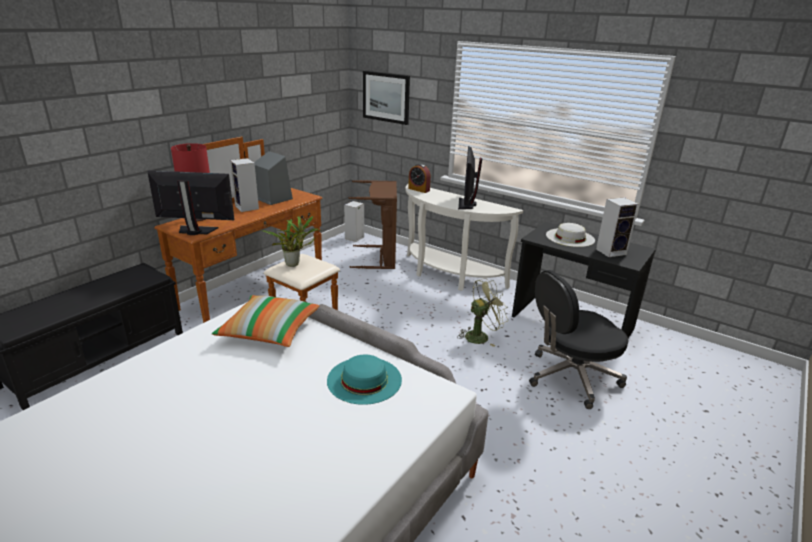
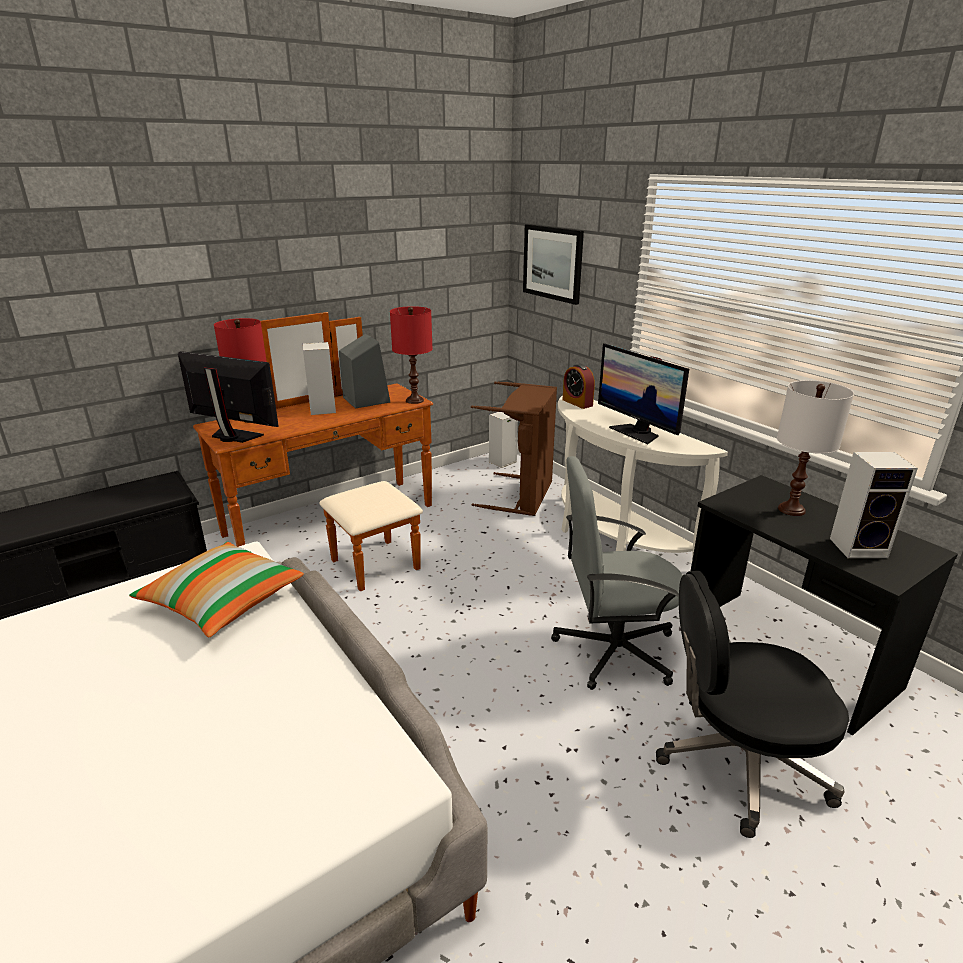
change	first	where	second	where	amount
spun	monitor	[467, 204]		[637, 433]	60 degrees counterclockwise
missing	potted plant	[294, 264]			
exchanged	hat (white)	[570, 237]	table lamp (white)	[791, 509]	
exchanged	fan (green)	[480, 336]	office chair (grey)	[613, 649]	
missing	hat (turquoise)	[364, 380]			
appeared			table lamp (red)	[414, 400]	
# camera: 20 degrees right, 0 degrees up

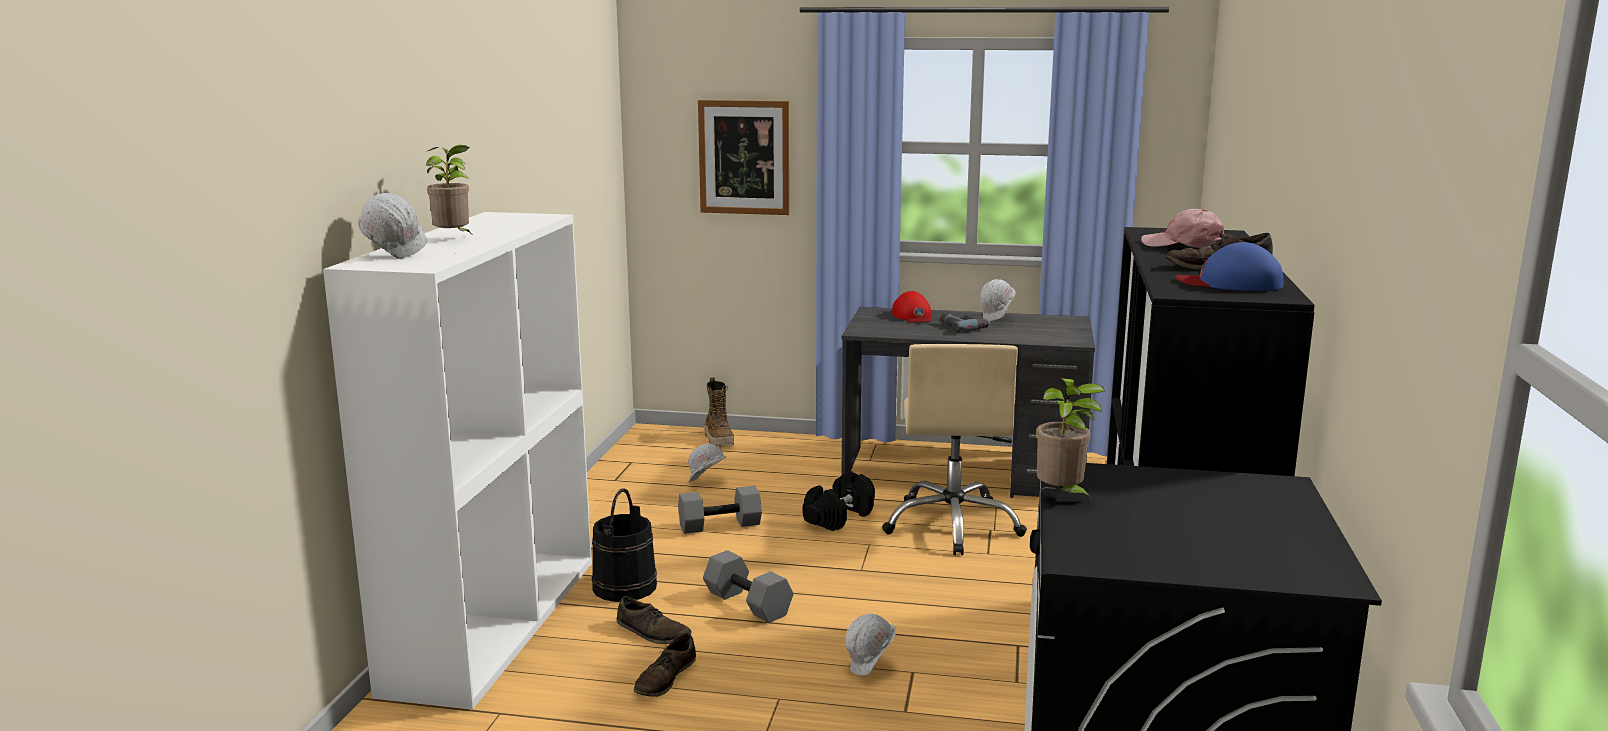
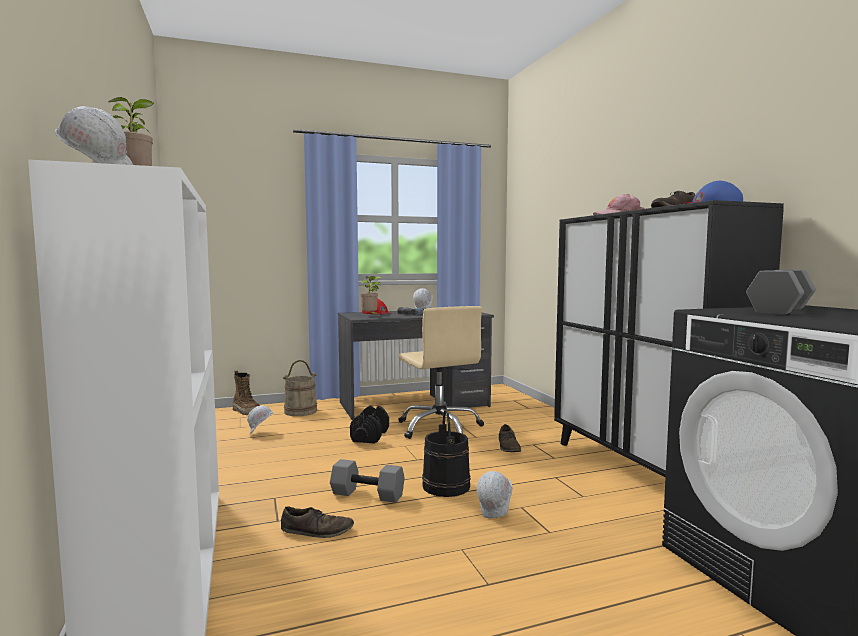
change	first	where	second	where	amount
missing	picture	[744, 157]			
relocated	potted plant	[1062, 497]		[370, 316]	
relocated	dumbbell (grey)	[720, 525]		[779, 310]	
relocated	bucket (black)	[624, 586]		[445, 486]	
relocated	shoe (brown)	[665, 678]		[508, 446]	
appeared			bucket (beige)	[300, 411]	
# camera: 30 degrees left, 10 degrees down

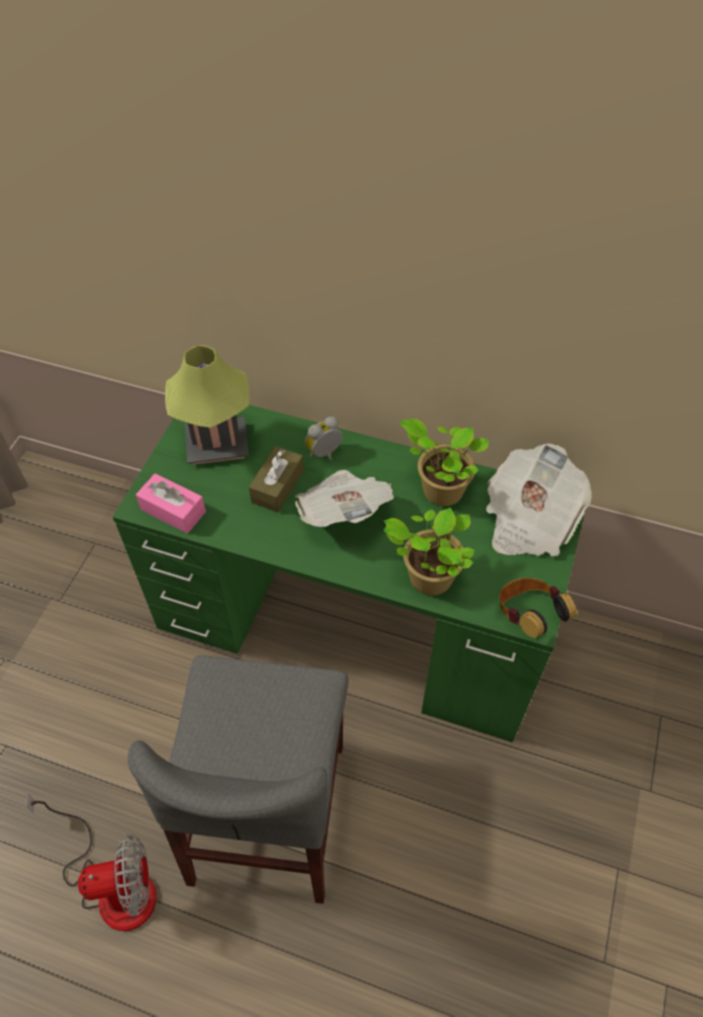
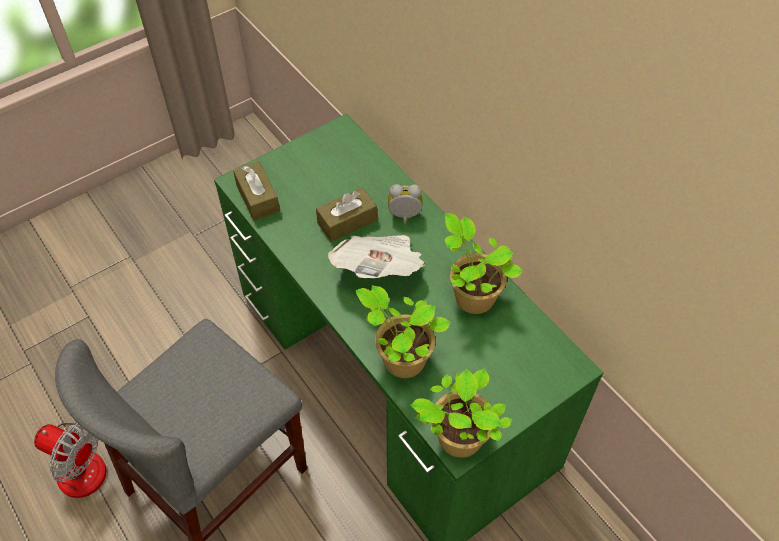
change	first	where	second	where	amount
missing	table lamp	[217, 444]			
missing	newspaper	[528, 519]			
colour	tissue box (pink)	[173, 510]	tissue box (brown)	[257, 198]	
exchanged	headphones	[528, 616]	potted plant	[457, 440]	
# camera: 35 degrees right, 0 degrees up

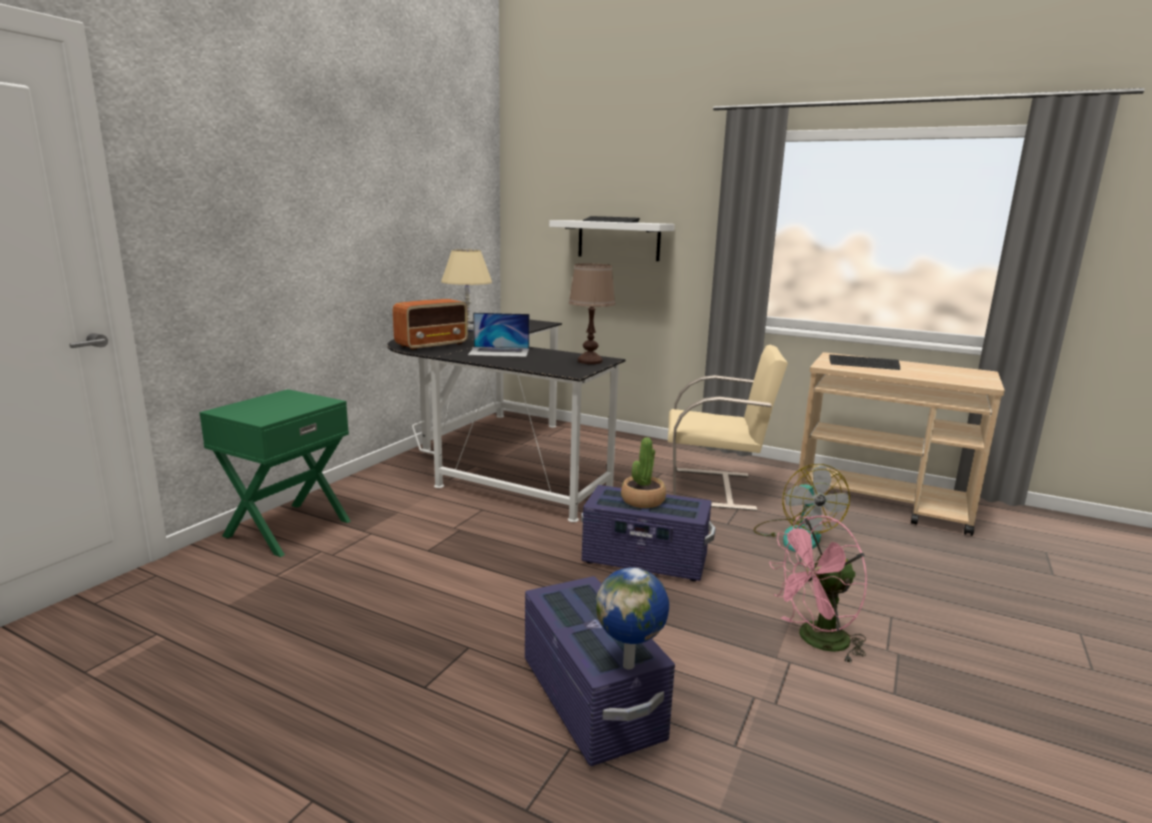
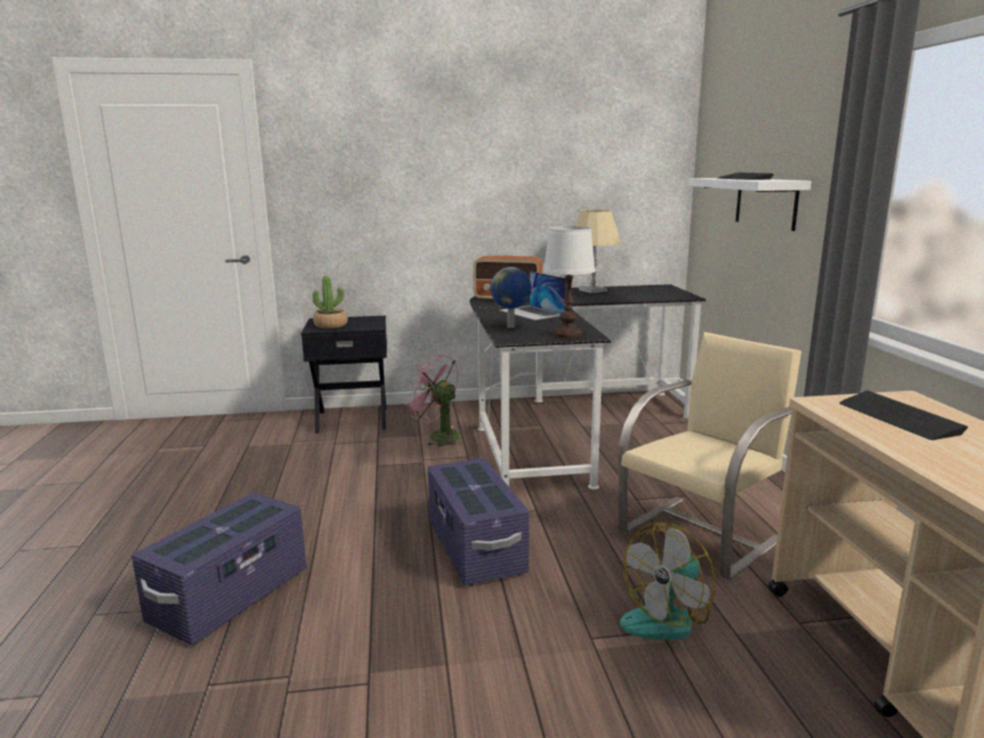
change	first	where	second	where	amount
colour	table lamp (brown)	[589, 361]	table lamp (white)	[567, 334]	
spun	chair (beige)	[715, 489]		[702, 534]	105 degrees counterclockwise
colour	nightstand (green)	[287, 528]	nightstand (black)	[352, 419]	
relocated	potted plant	[642, 500]		[331, 325]	
relocated	fan (pink)	[815, 641]		[438, 436]	
relocated	globe	[630, 665]		[511, 327]	
# camera: 55 degrees right, 0 degrees up

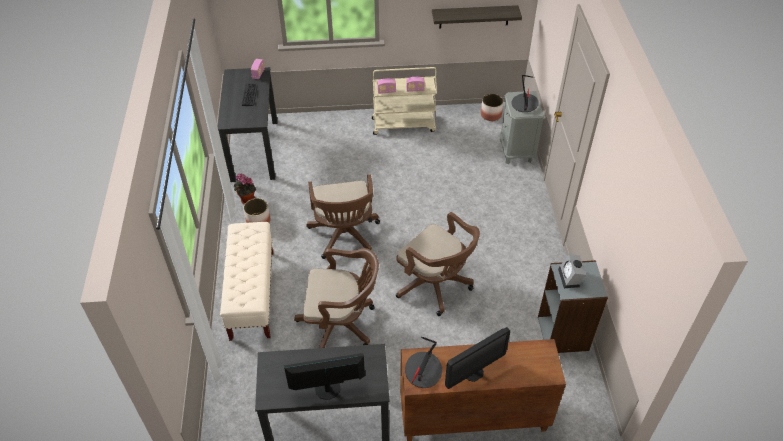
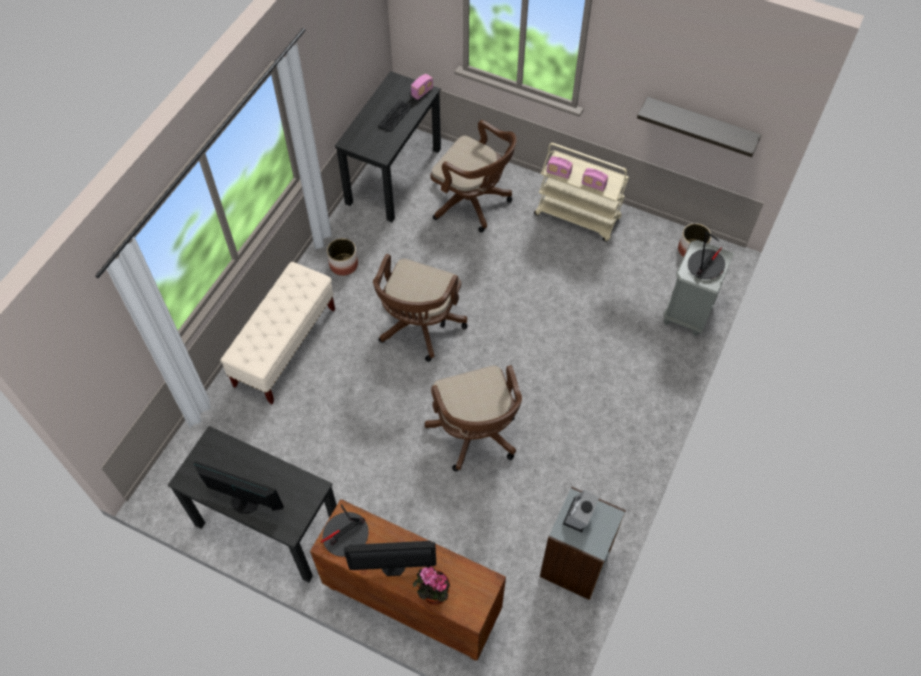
change	first	where	second	where	amount
relocated	potted plant	[247, 201]		[432, 593]	
relocated	office chair (brown)	[341, 325]		[473, 203]	
# camera: 30 degrees right, 10 degrees up

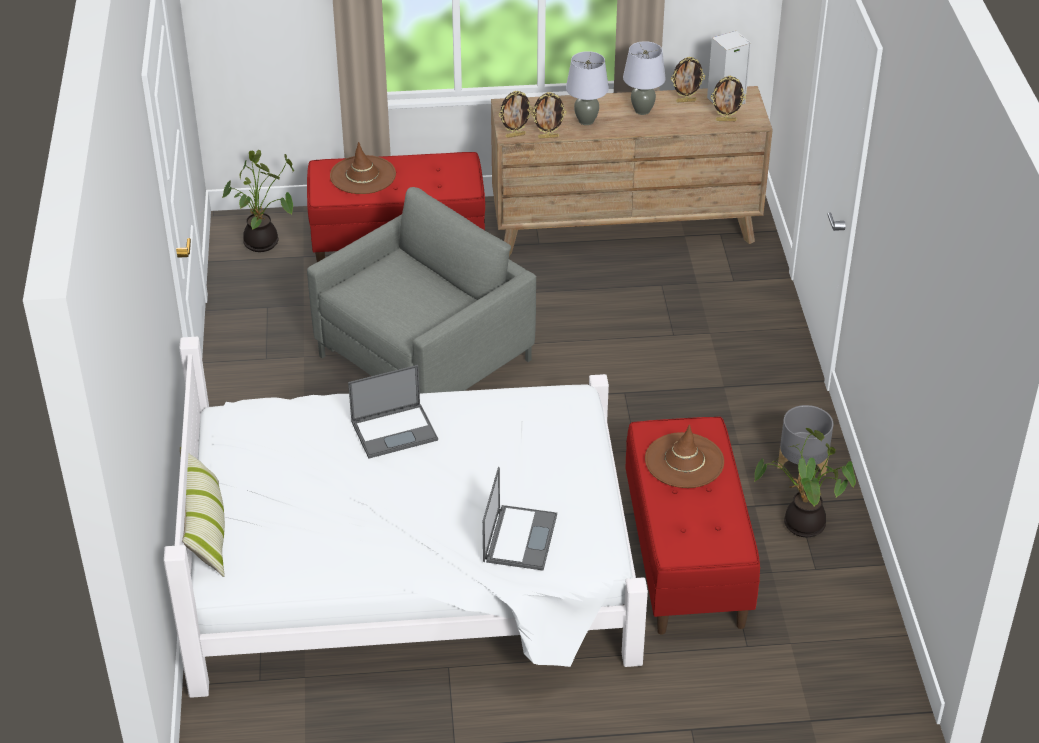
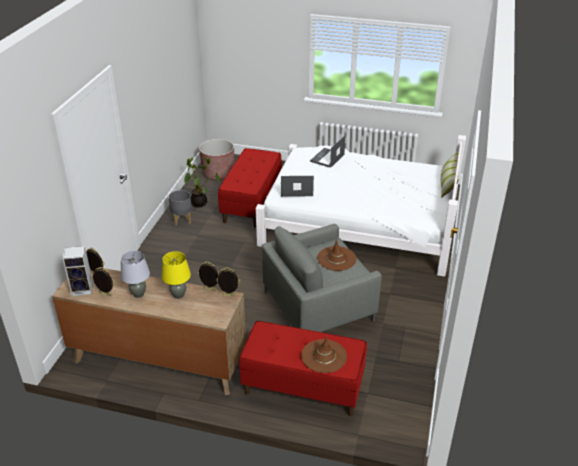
change	first	where	second	where	amount
colour	table lamp (grey)	[586, 121]	table lamp (yellow)	[178, 295]	
missing	potted plant	[264, 244]			
relocated	laptop	[395, 430]		[296, 189]	
relocated	hat (brown)	[684, 461]		[336, 259]	
appeared			planter (brown)	[218, 174]	
# camera: 160 degrees left, 5 degrees down

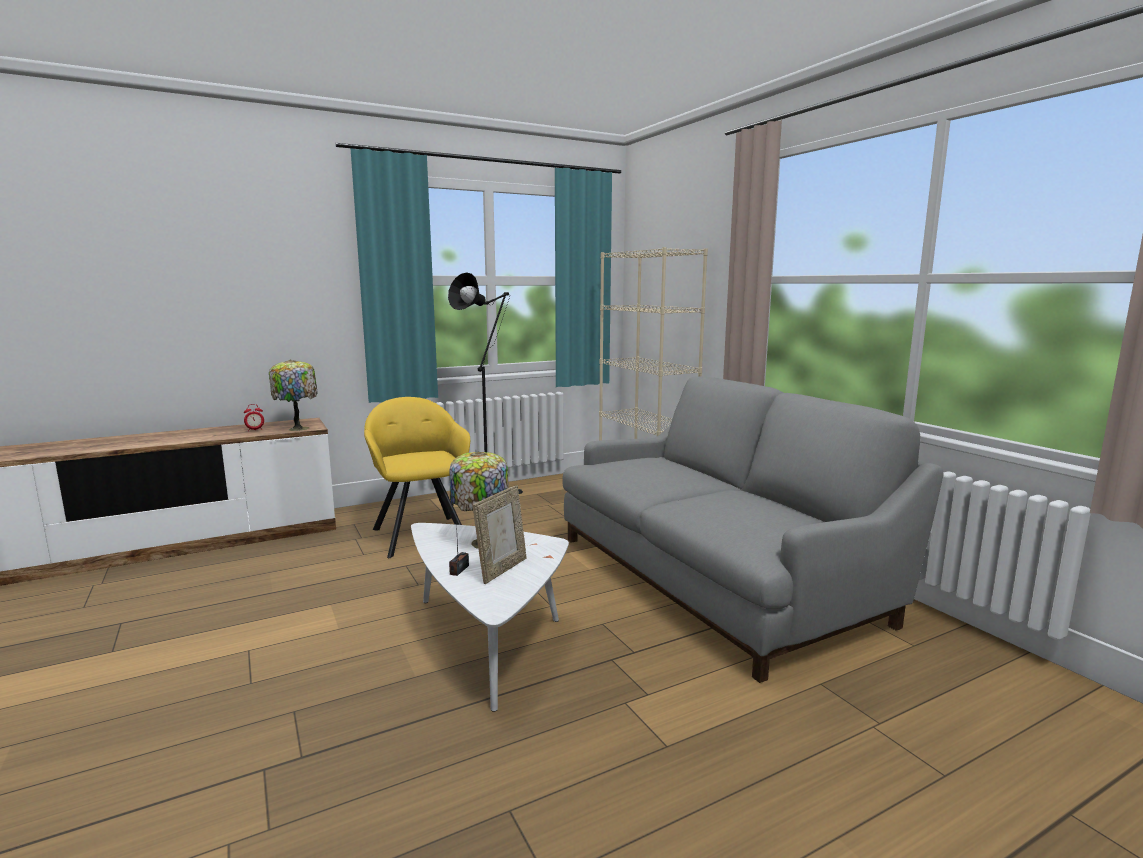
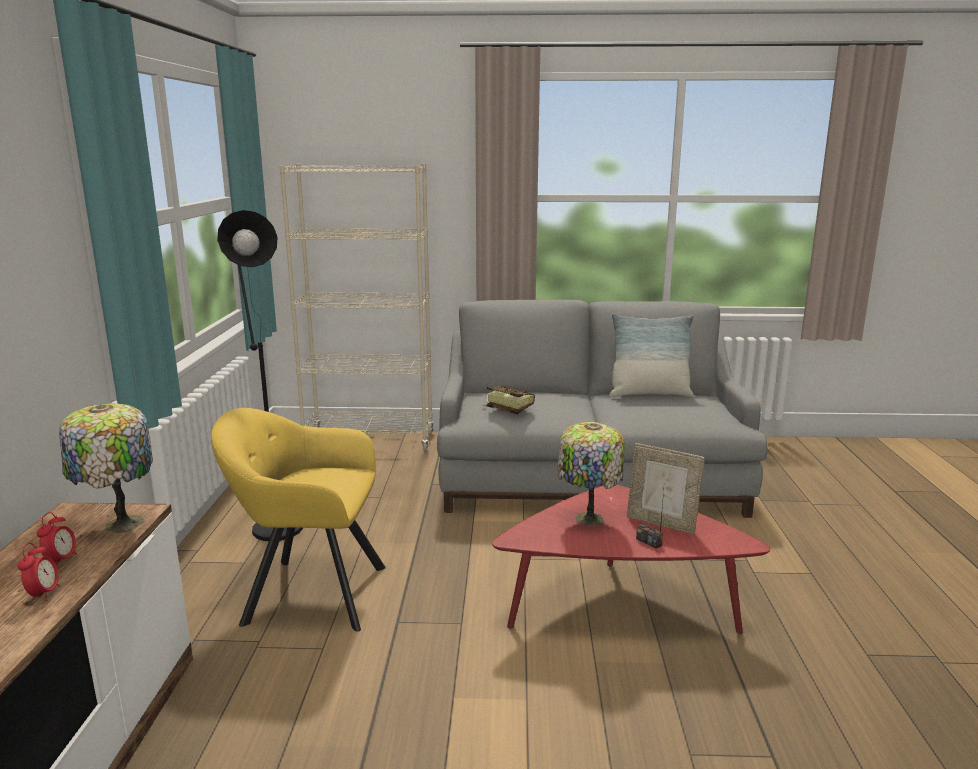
change	first	where	second	where	amount
spun	picture frame	[502, 569]		[661, 523]	150 degrees clockwise
colour	coffee table (white)	[489, 638]	coffee table (red)	[619, 606]	
appeared			pillow	[649, 394]	
appeared			book	[506, 409]	
appeared			alarm clock	[43, 594]	
# camera: 60 degrees left, 5 degrees up

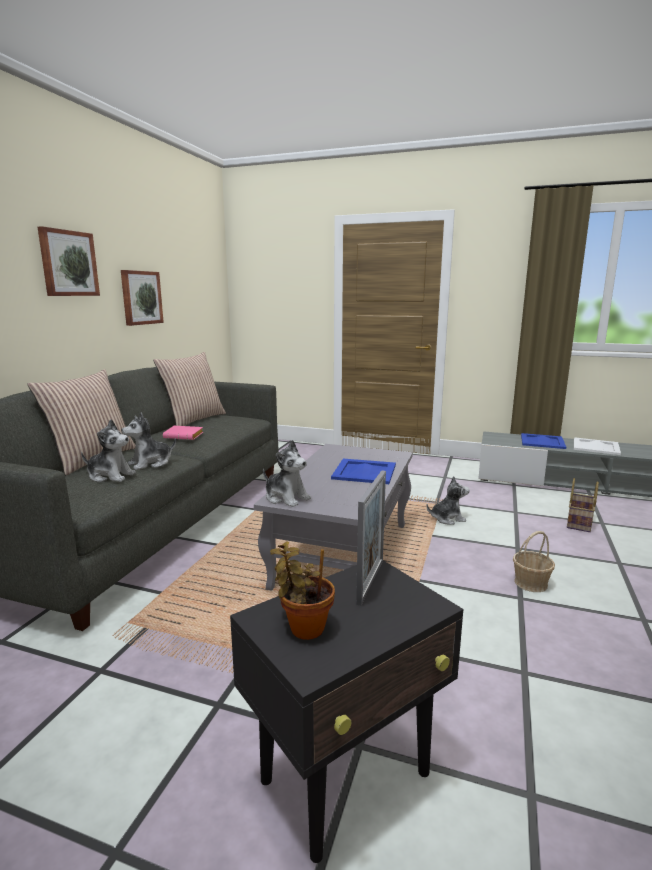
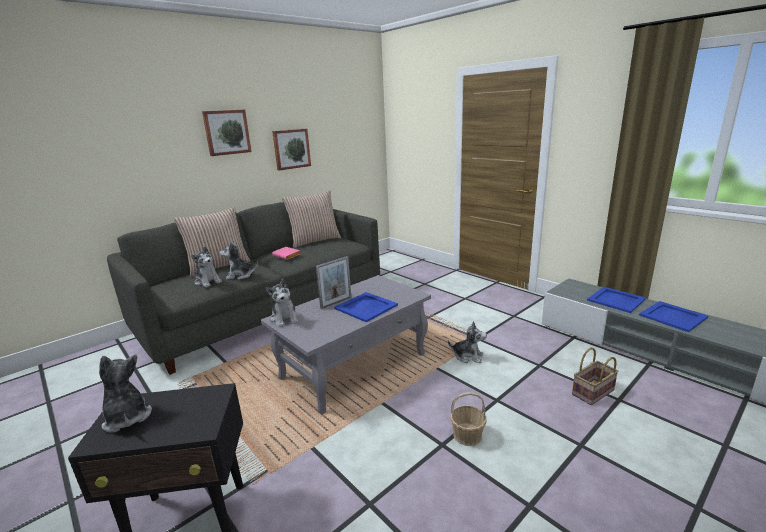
change	first	where	second	where	amount
colour	tray (white)	[595, 446]	tray (blue)	[672, 316]	
relocated	picture frame	[370, 581]		[336, 302]	
exchanged	potted plant	[303, 627]	plush toy	[127, 417]	
# camera: 30 degrees right, 5 degrees up

